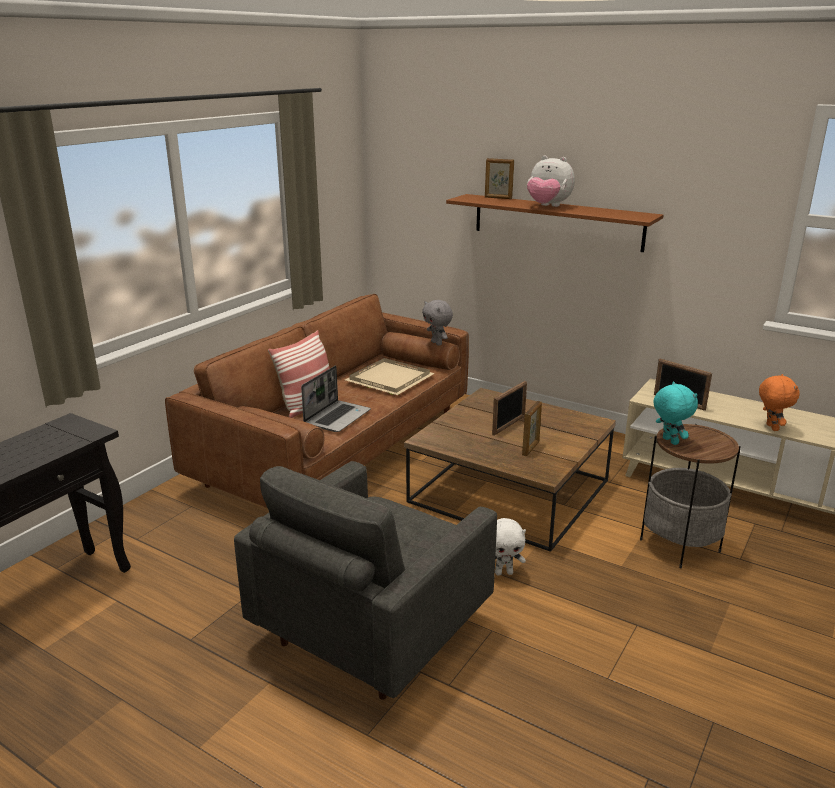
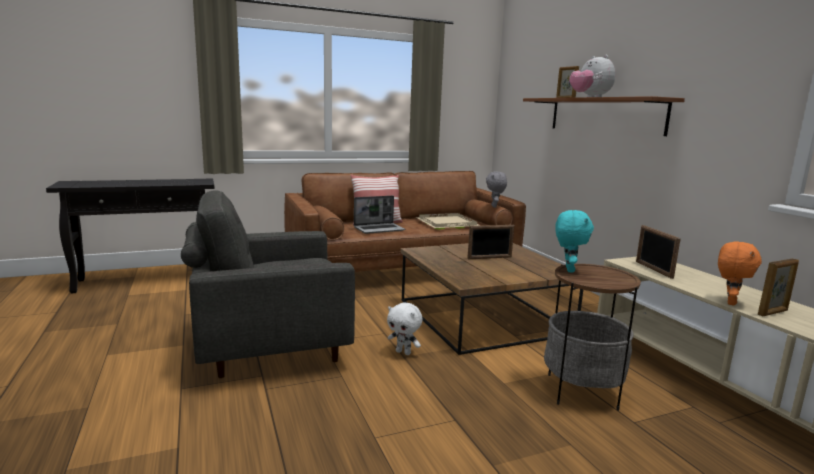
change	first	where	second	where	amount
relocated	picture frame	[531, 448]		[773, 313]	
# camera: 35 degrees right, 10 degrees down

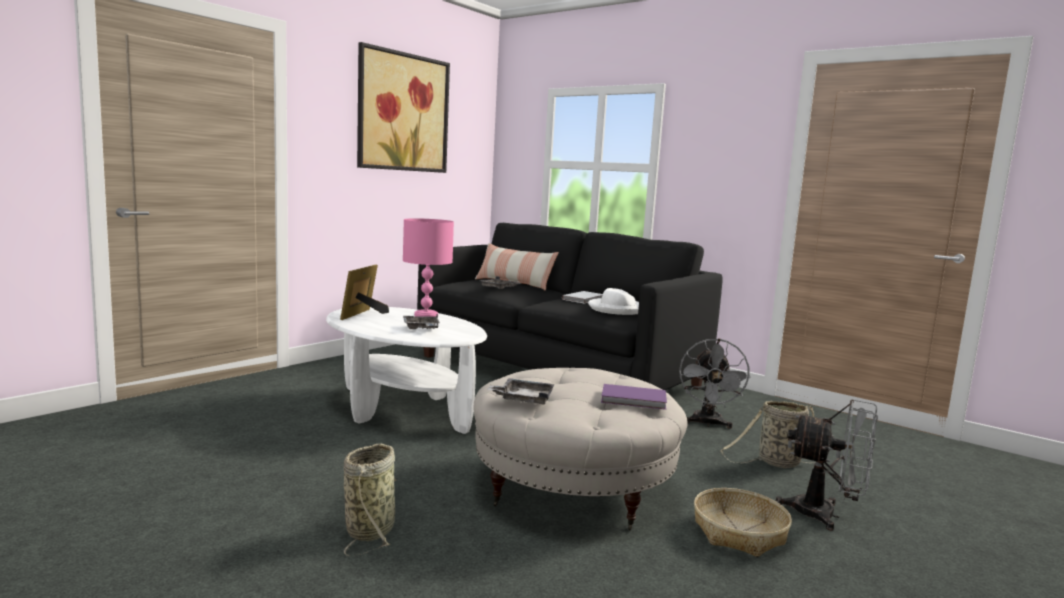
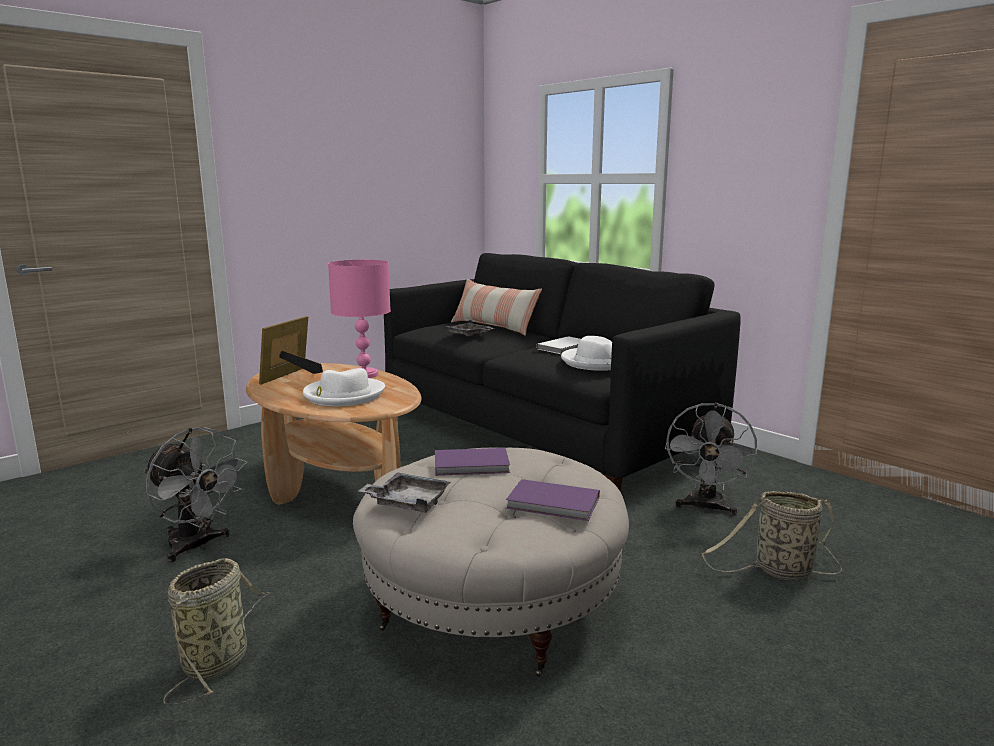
change	first	where	second	where	amount
missing	picture	[403, 112]			
colour	coffee table (white)	[402, 409]	coffee table (brown)	[337, 485]	
exchanged	tray (grey)	[421, 328]	hat (white)	[343, 395]	
relocated	fan (grey)	[825, 515]		[197, 546]	
missing	basket	[738, 533]			
appeared			book (purple)	[472, 465]	
# camera: 10 degrees right, 5 degrees up

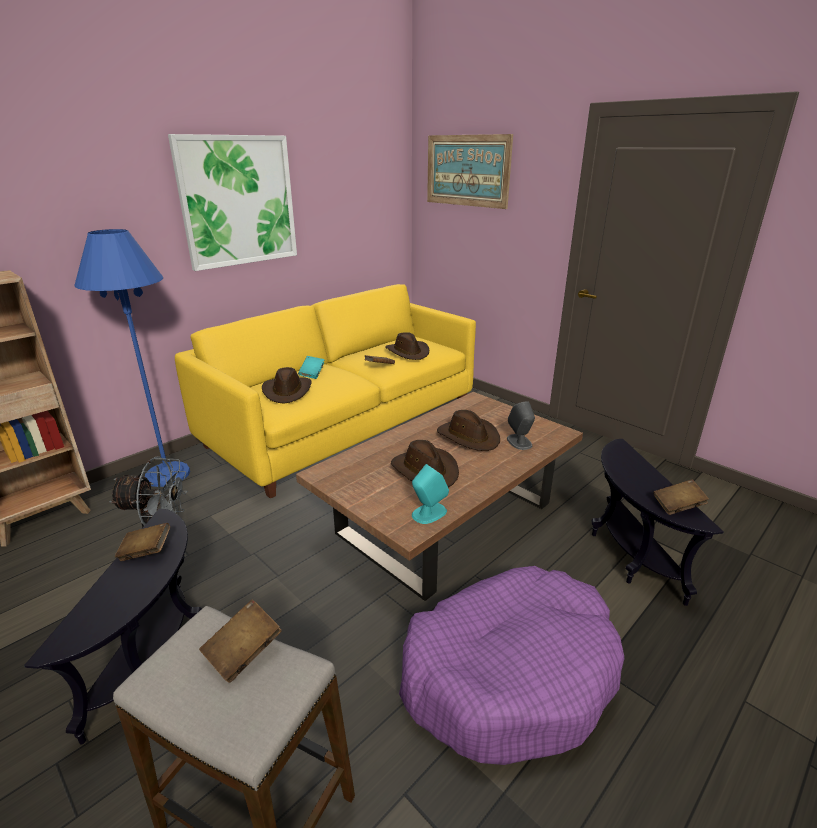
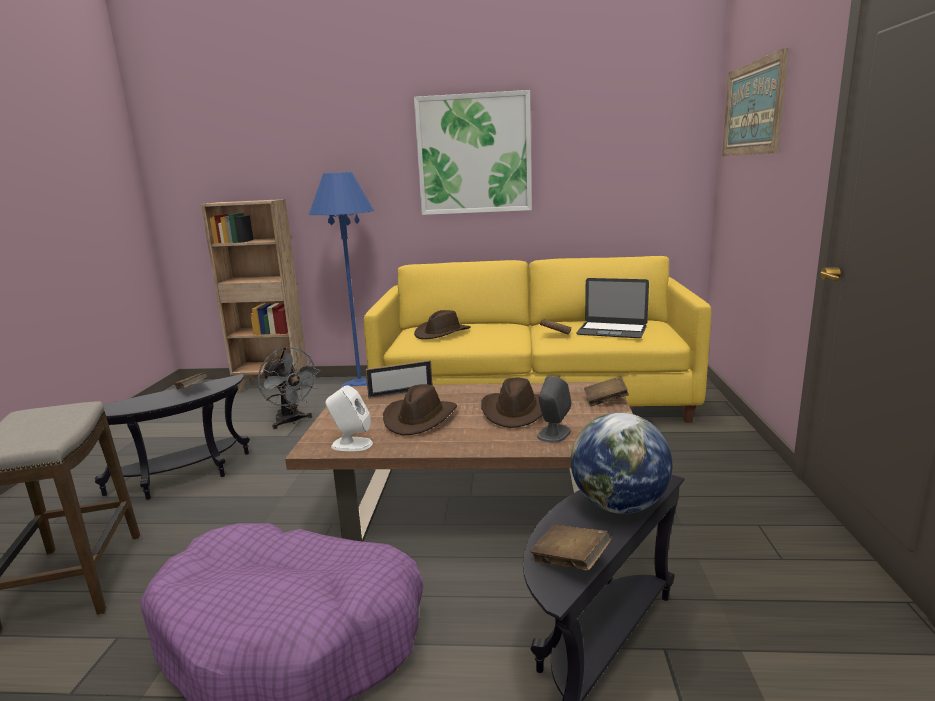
change	first	where	second	where	amount
exchanged	hat (brown)	[408, 352]	laptop	[612, 330]	
missing	book (turquoise)	[312, 374]			
colour	speaker (turquoise)	[428, 513]	speaker (white)	[351, 444]	
relocated	book (brown)	[243, 652]		[605, 401]	
appeared			picture frame	[400, 393]	
appeared			globe	[618, 506]	
# camera: 50 degrees right, 10 degrees down

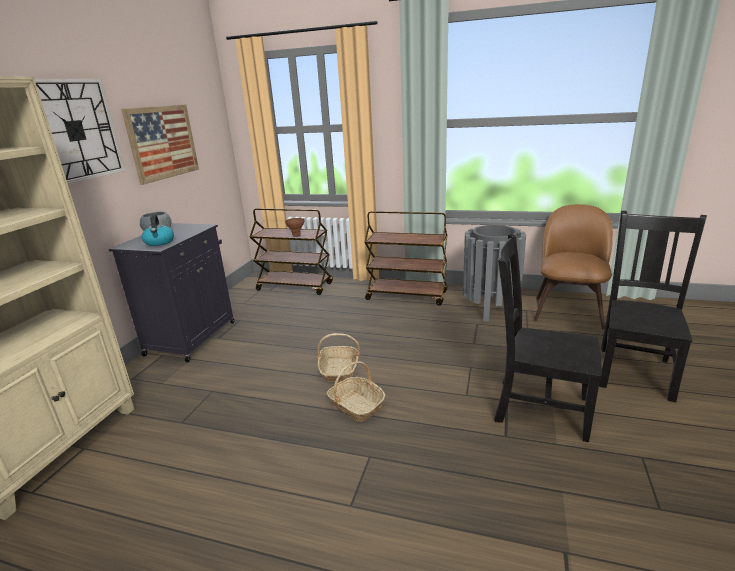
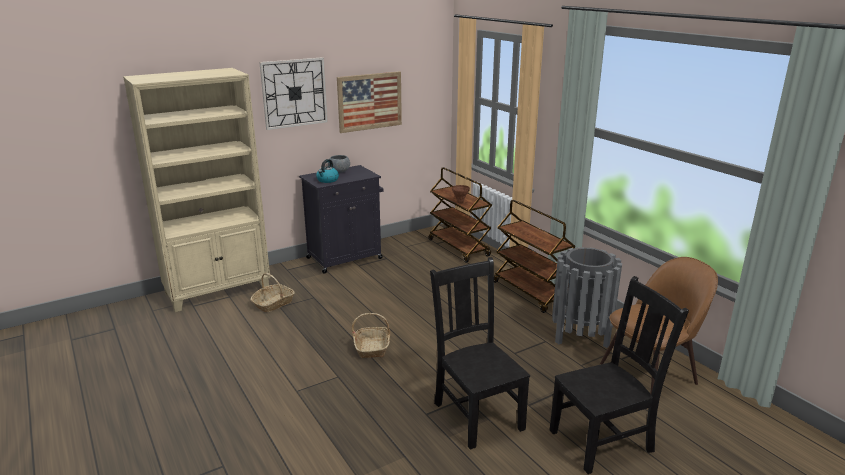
change	first	where	second	where	amount
relocated	basket	[339, 369]		[273, 303]	
# camera: 40 degrees right, 0 degrees up

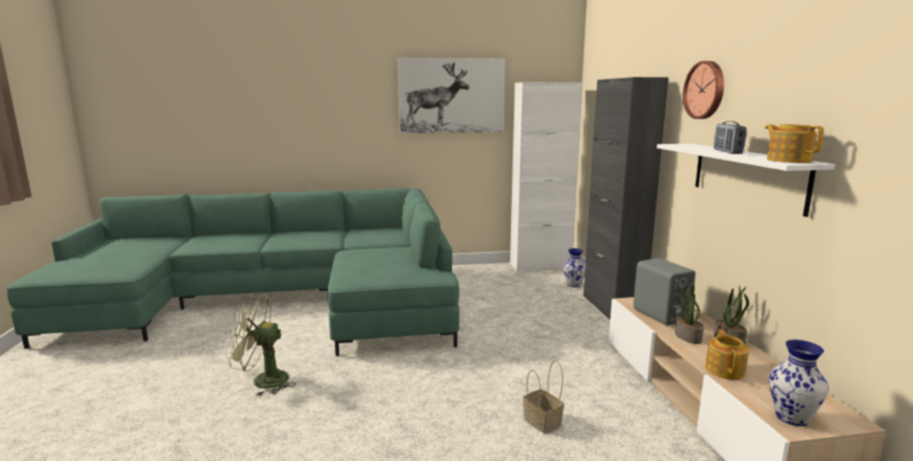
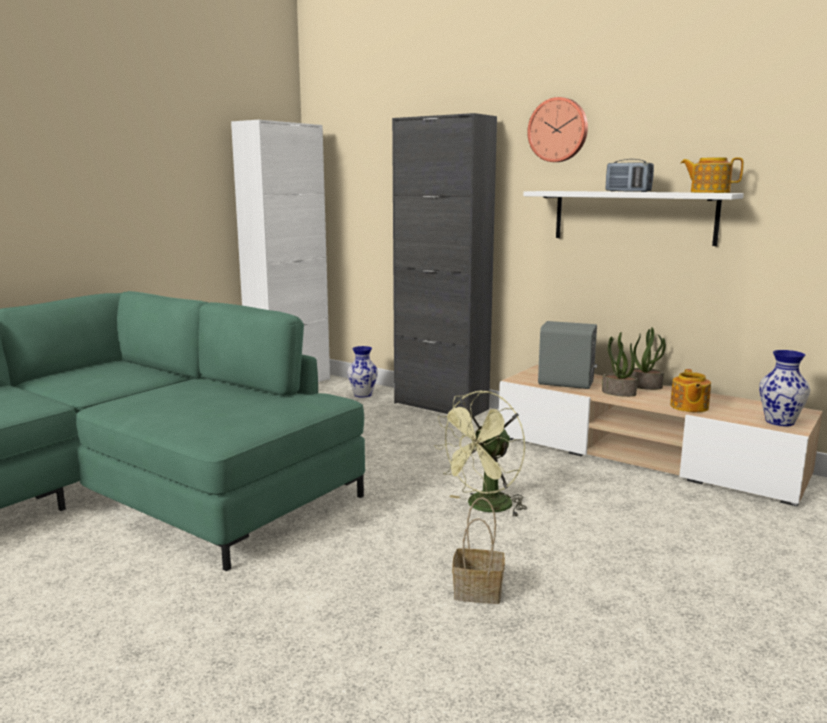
change	first	where	second	where	amount
missing	picture	[451, 96]			
relocated	fan (green)	[262, 381]		[484, 507]	
spun	teapot	[725, 370]		[688, 407]	135 degrees counterclockwise
relocated	basket	[543, 422]		[479, 591]	
# camera: 45 degrees left, 0 degrees up

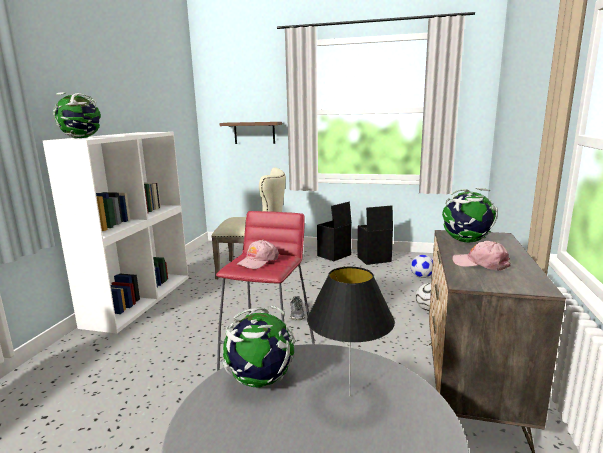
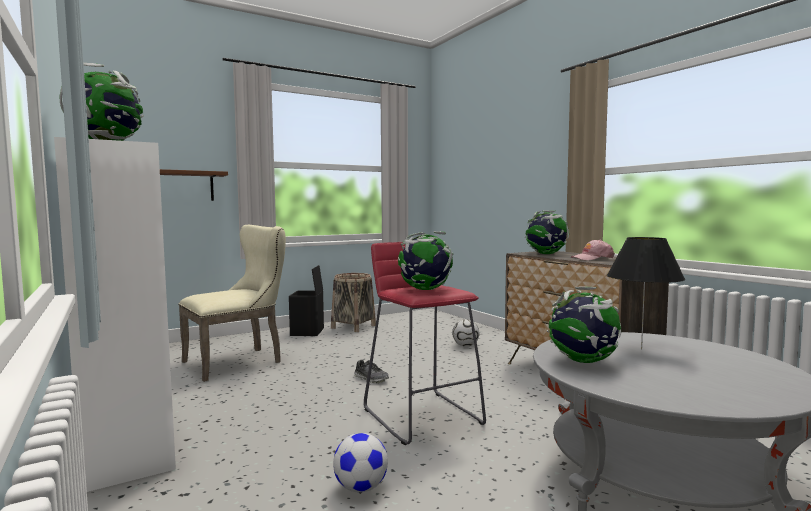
change	first	where	second	where	amount
exchanged	storage box (black)	[373, 259]	basket	[353, 327]	
exchanged	cap (pink)	[258, 261]	globe	[425, 290]	
relocated	football	[421, 277]		[360, 488]	
# camera: 45 degrees left, 10 degrees down

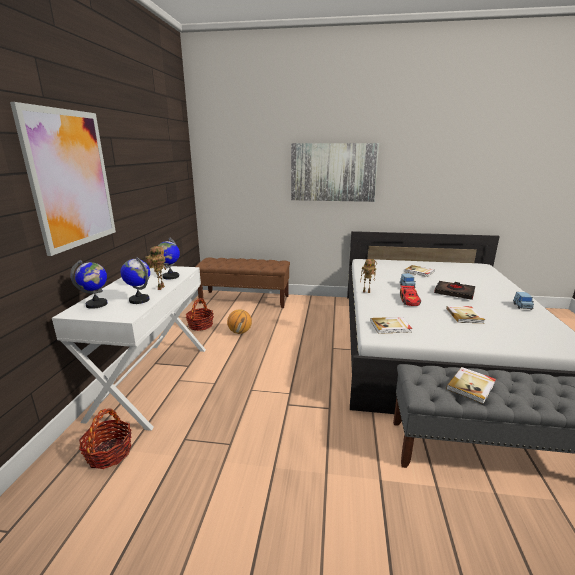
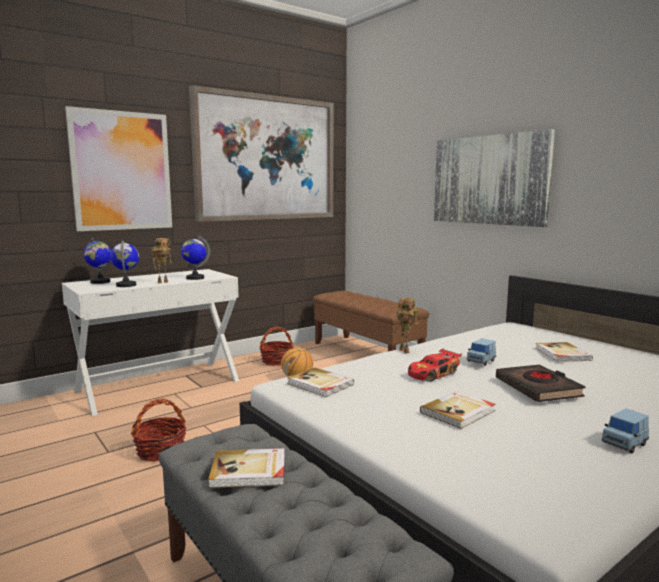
change	first	where	second	where	amount
relocated	basket	[109, 453]		[161, 451]	
appeared			picture	[266, 158]	
# camera: 45 degrees right, 10 degrees down

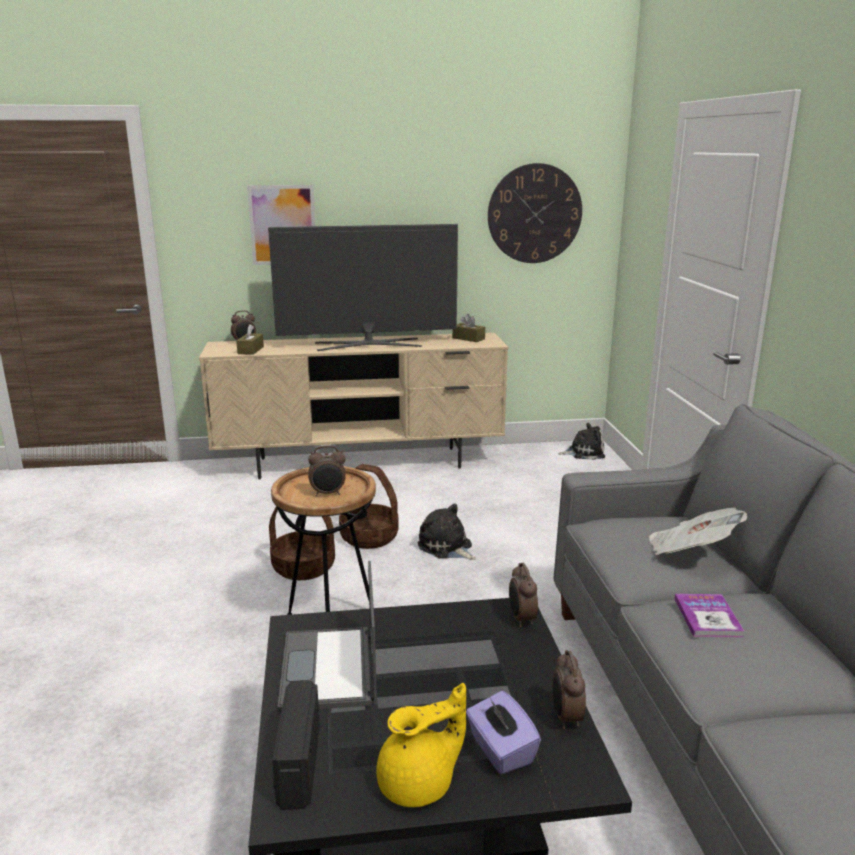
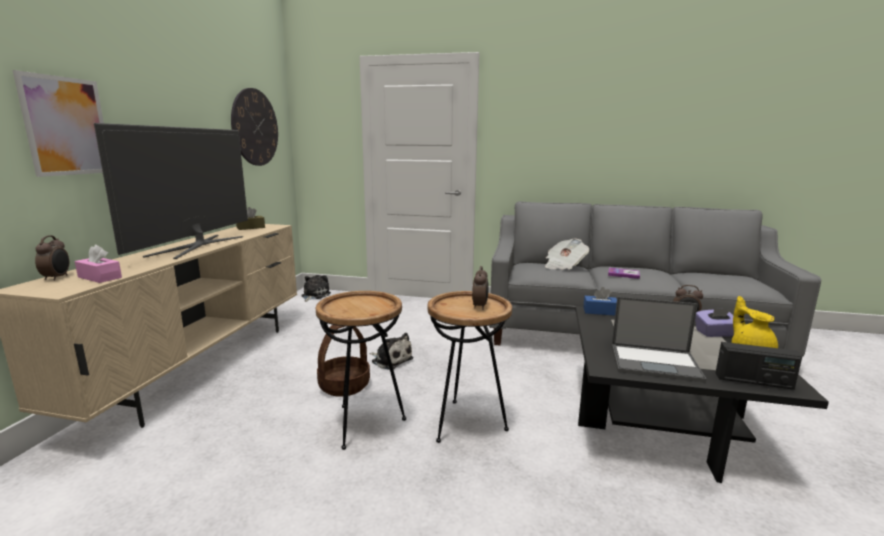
change	first	where	second	where	amount
colour	tissue box (brown)	[250, 350]	tissue box (pink)	[100, 277]	
spun	plush toy	[446, 547]		[391, 360]	120 degrees counterclockwise
exchanged	basket	[303, 567]	side table (brown)	[364, 424]	
exchanged	alarm clock	[521, 619]	tissue box (blue)	[600, 311]	
# camera: 70 degrees left, 5 degrees down

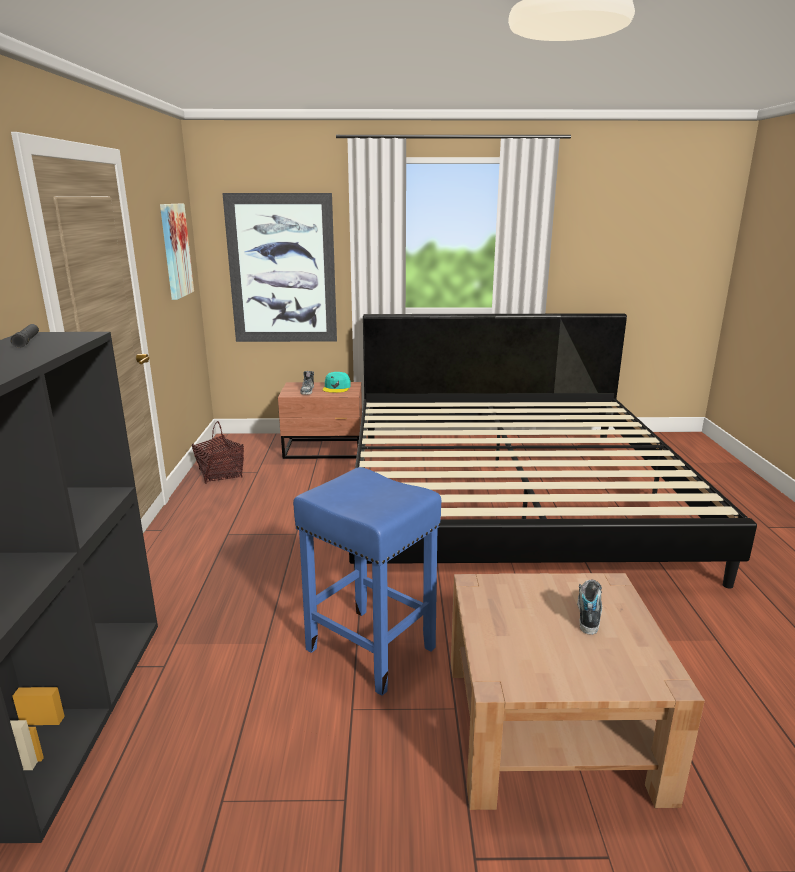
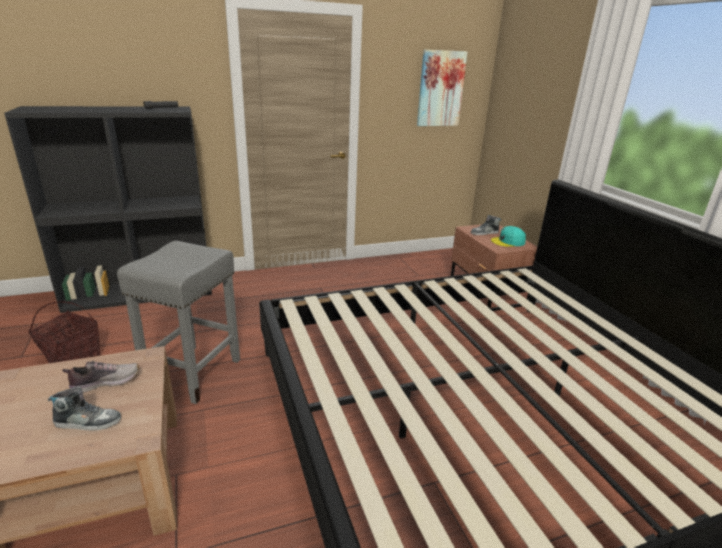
change	first	where	second	where	amount
missing	picture	[282, 270]			
relocated	basket	[220, 474]		[71, 356]	
colour	stool (blue)	[368, 648]	stool (grey)	[194, 372]	
appeared			shoe	[105, 382]	
# camera: 70 degrees right, 5 degrees up

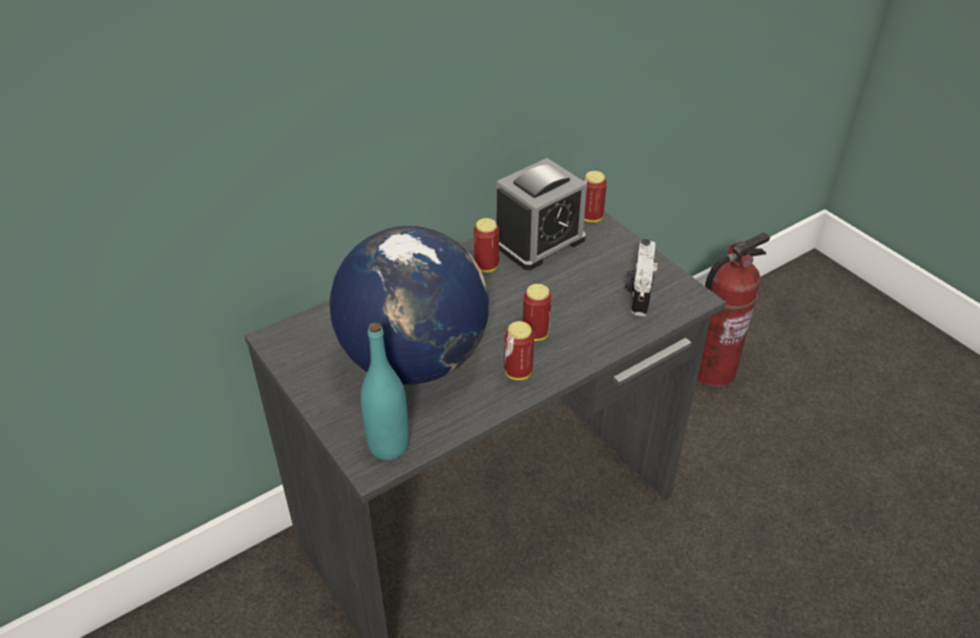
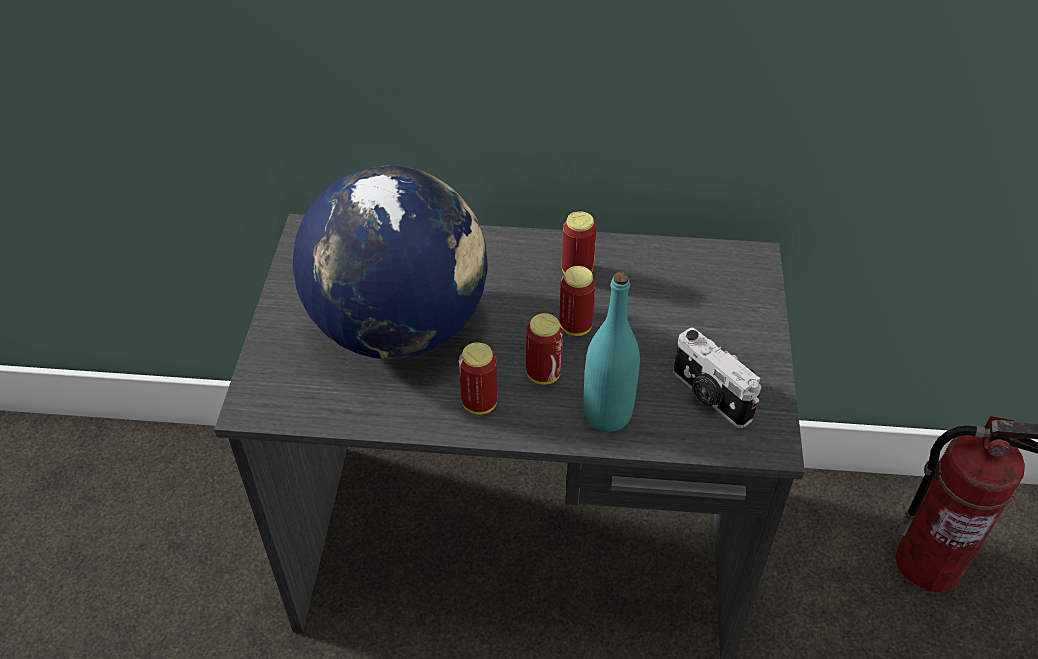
change	first	where	second	where	amount
missing	alarm clock	[539, 241]			
relocated	can	[591, 218]		[575, 326]	
spun	photo camera	[638, 292]		[709, 397]	90 degrees counterclockwise
relocated	bottle (turquoise)	[388, 445]		[607, 414]	
# camera: 40 degrees right, 5 degrees up

